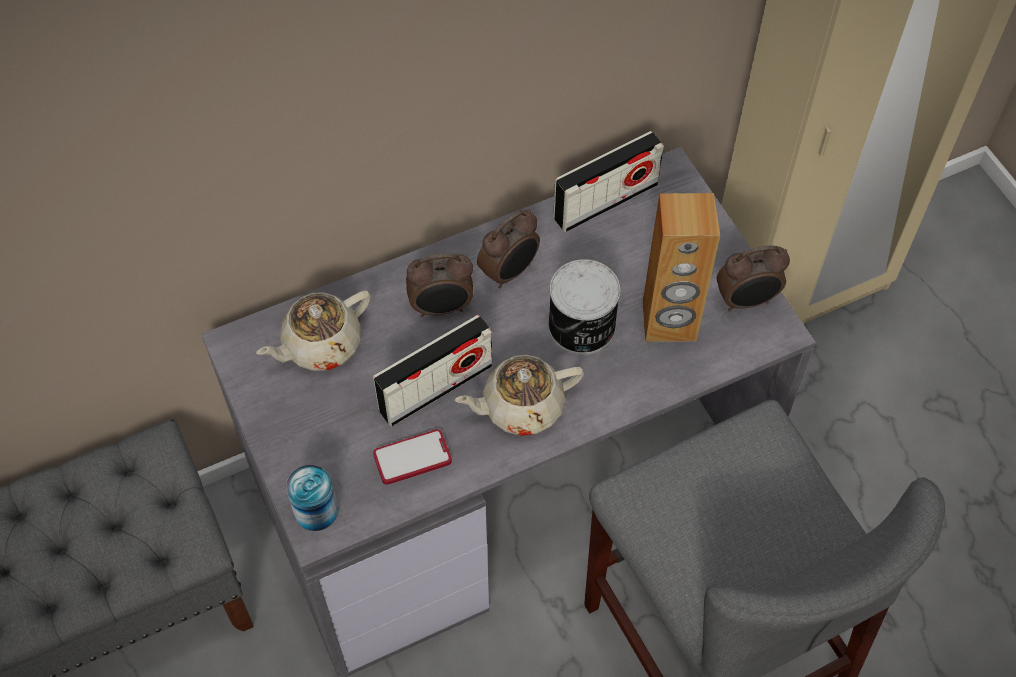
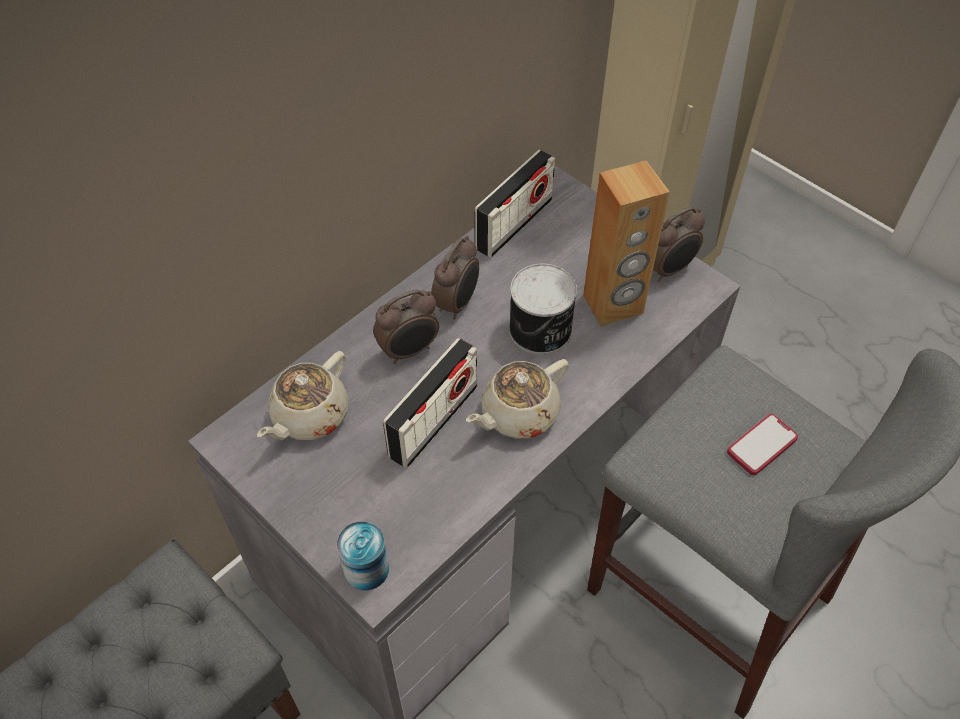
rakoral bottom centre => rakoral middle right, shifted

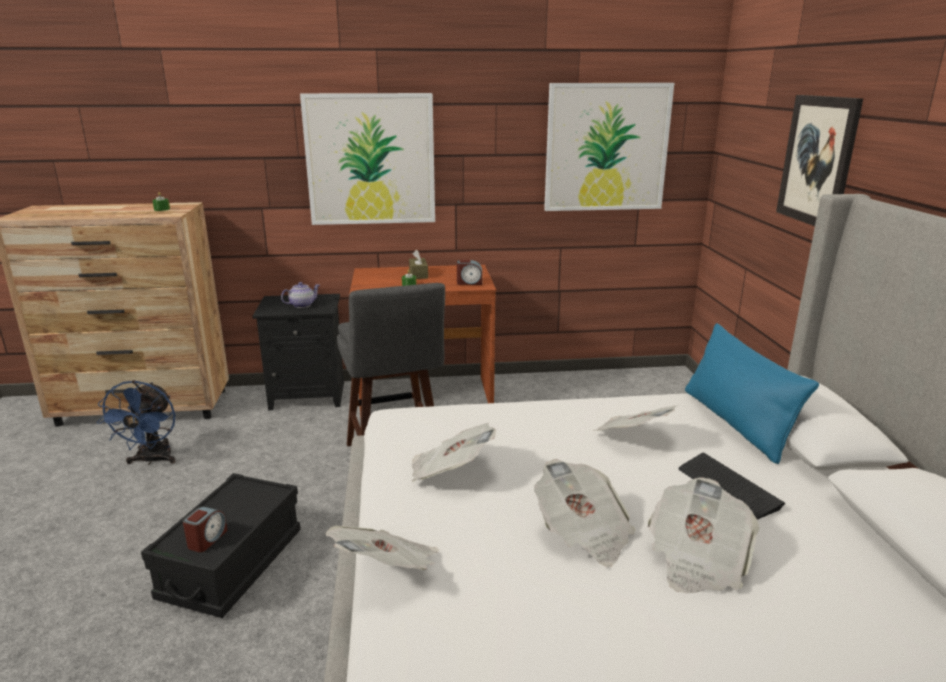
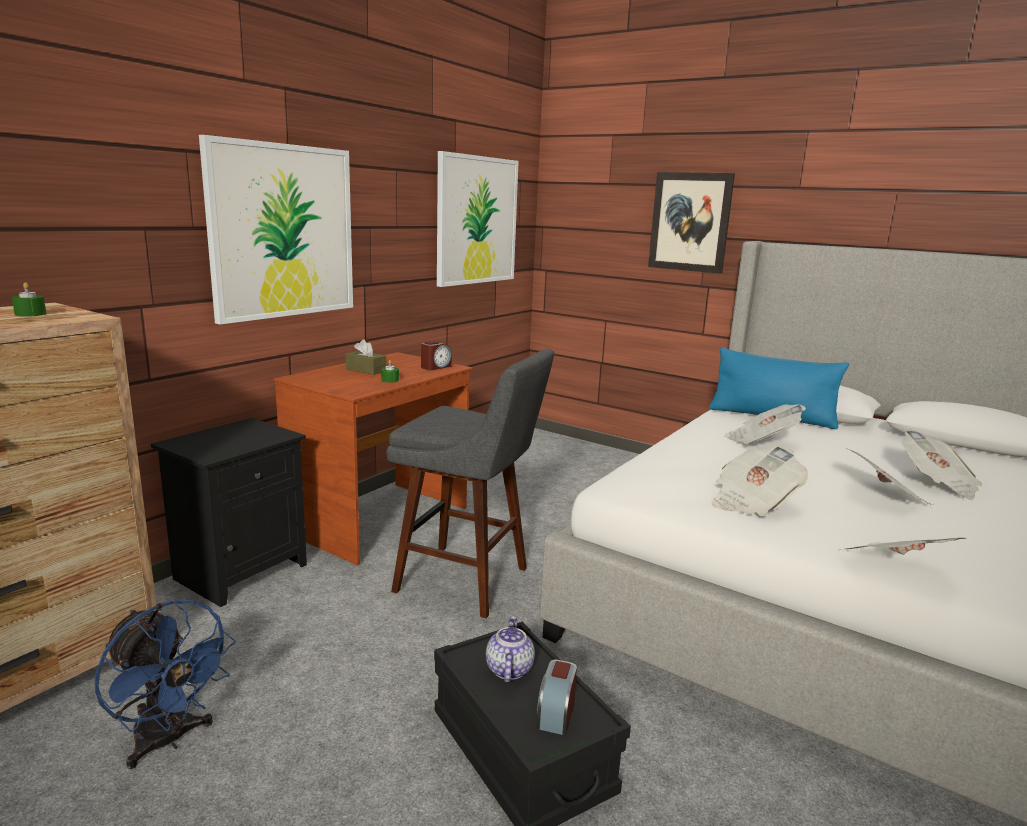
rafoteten middle left => rafoteten bottom centre, shifted
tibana bottom right => nothing
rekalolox (no. 1 from left in the first image) bottom left => rekalolox (no. 2 from left) bottom centre, 135 degrees counterclockwise

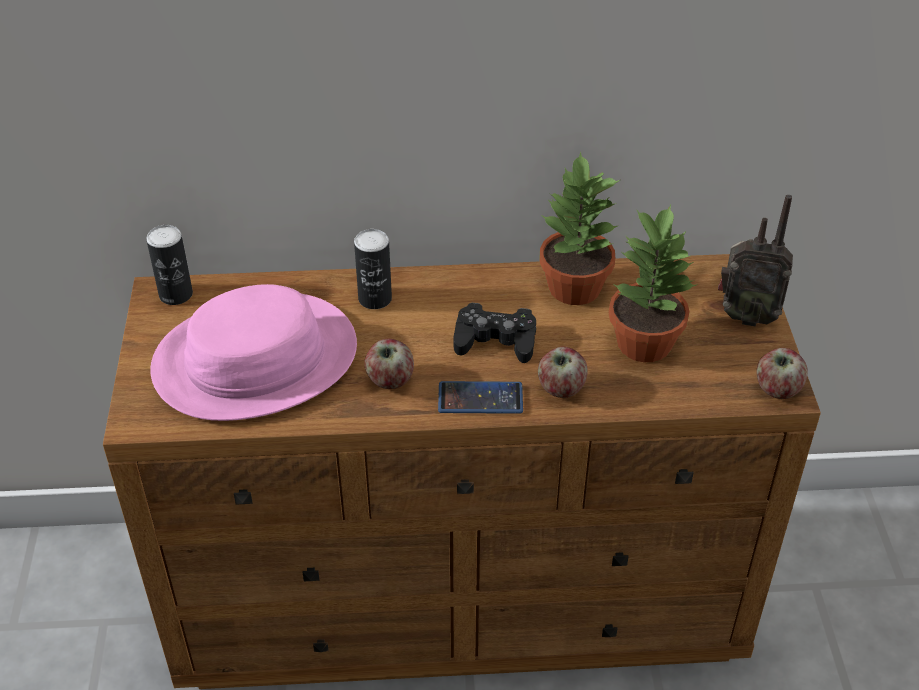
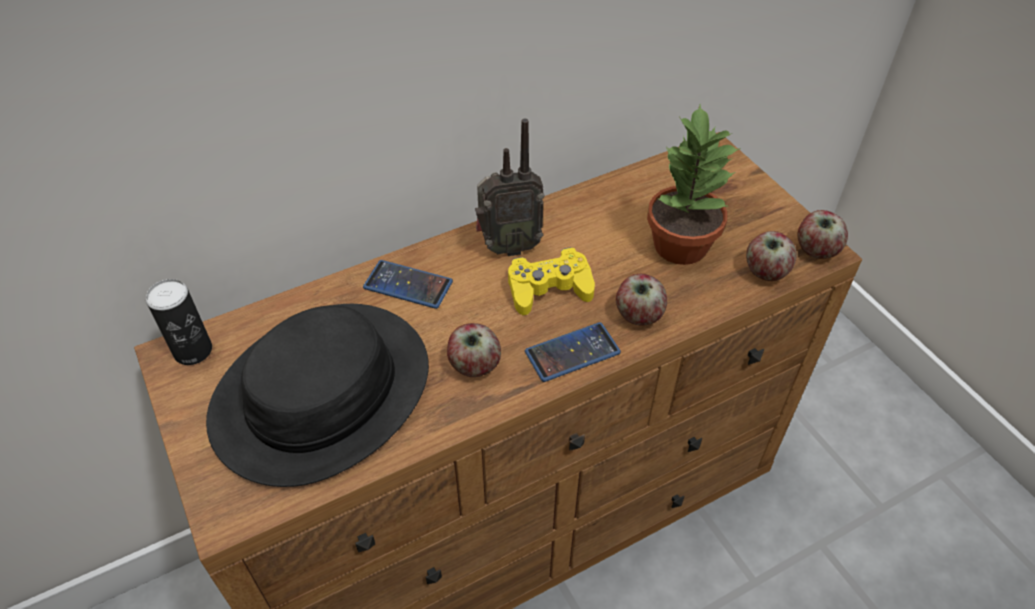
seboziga (no. 1 from left) top centre => nothing
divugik middle right => divugik top centre, shifted
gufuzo (no. 2 from left) centre => rakoral (no. 1 from left) centre
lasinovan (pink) middle left => lasinovan (black) middle left
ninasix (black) centre => ninasix (yellow) centre
nothing => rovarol (no. 3 from left) middle right

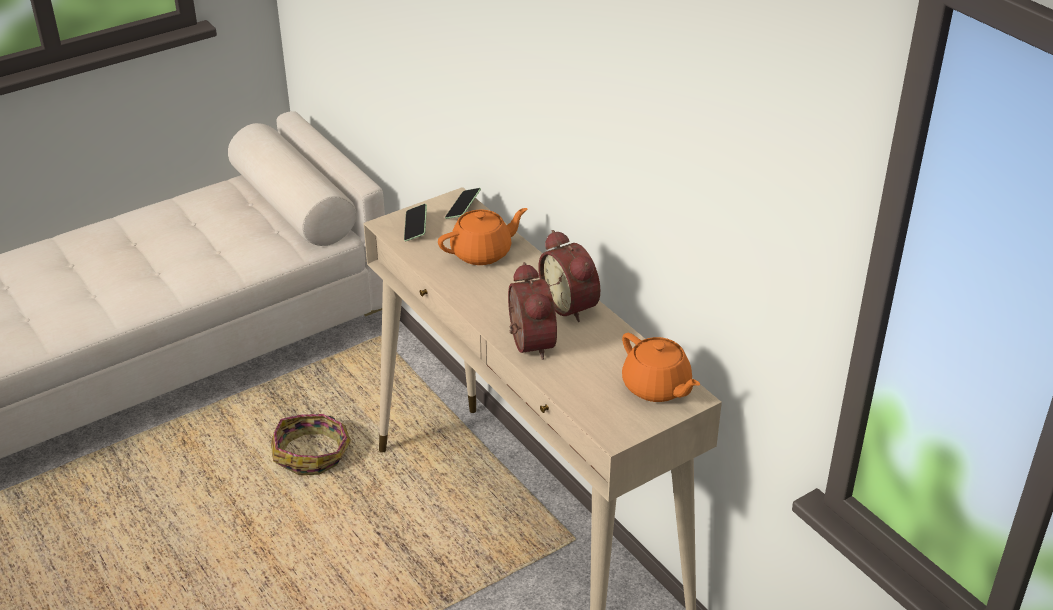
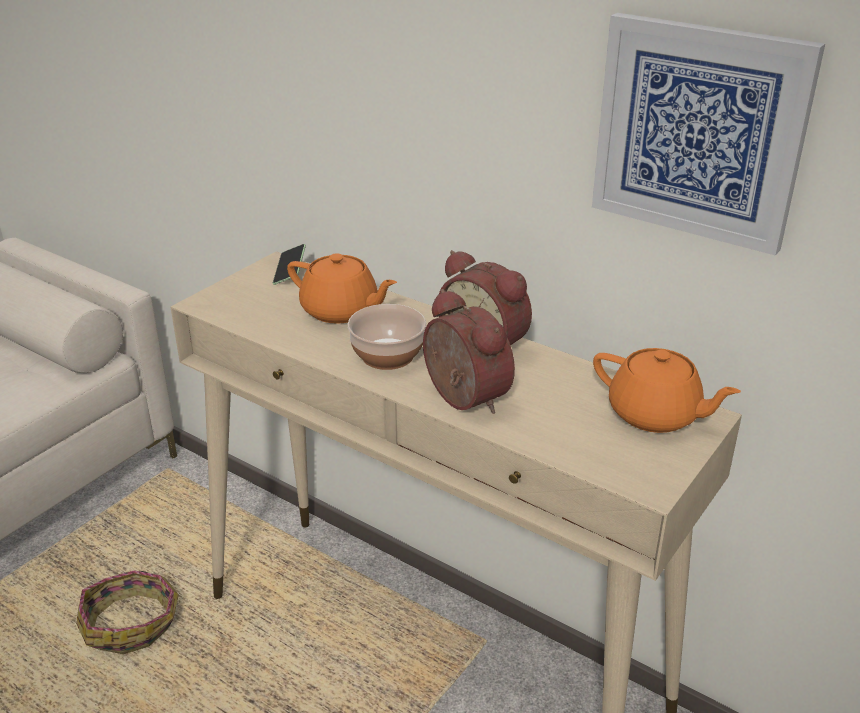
rakoral (no. 1 from left) centre => nothing
rafoteten (orange) (no. 1 from left) centre, 75 degrees clockwise
nothing => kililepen top right
nothing => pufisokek centre

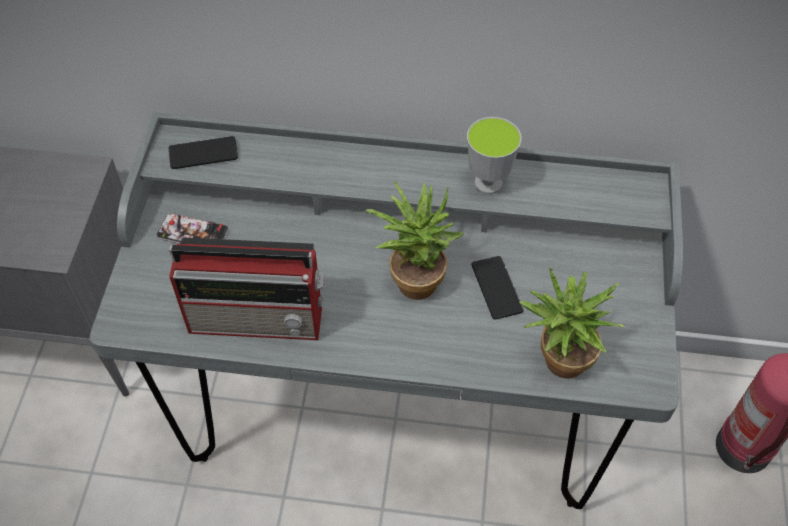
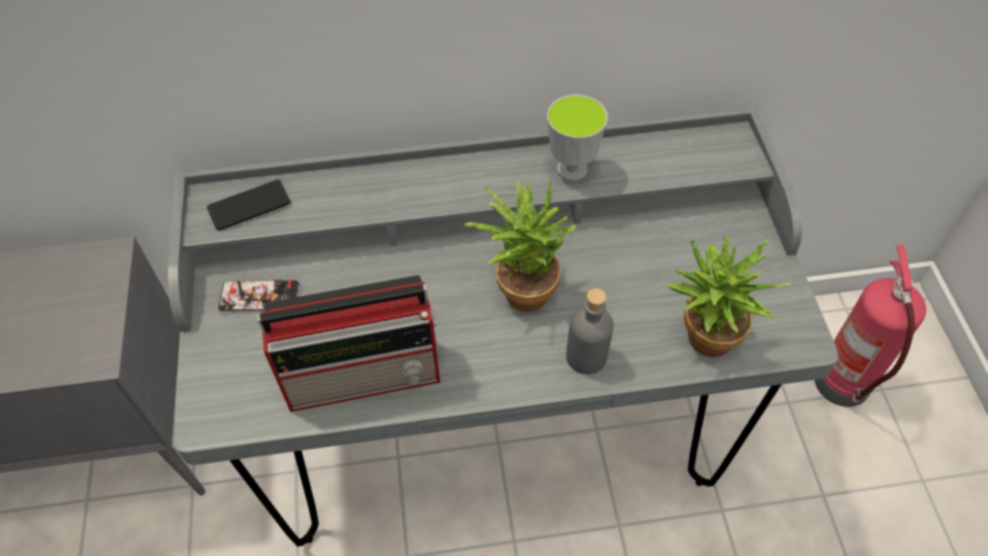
rakoral (no. 3 from left) centre => nothing
nothing => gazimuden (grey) centre

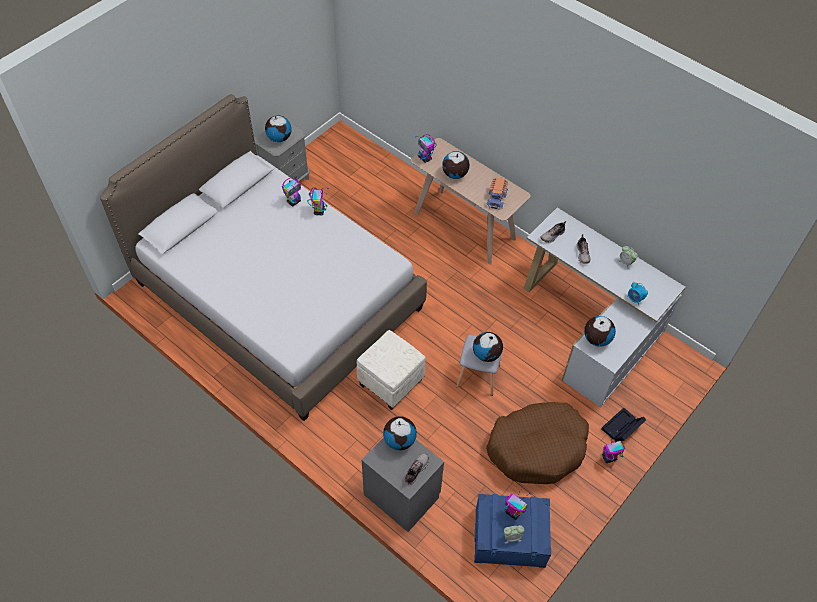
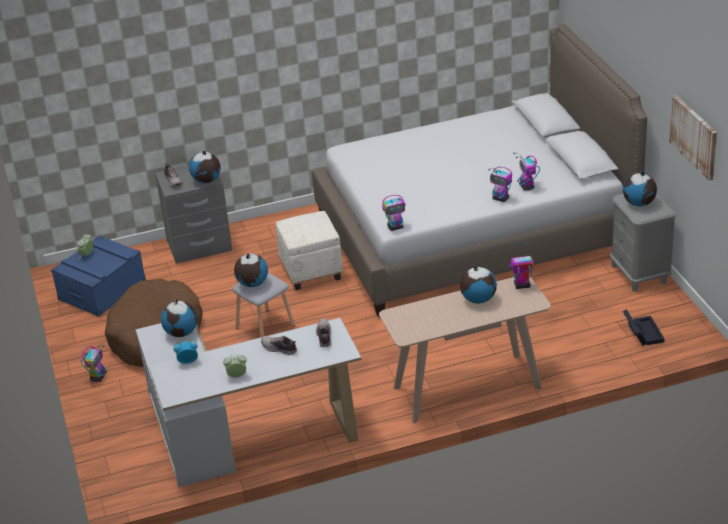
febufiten top centre => nothing
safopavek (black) bottom right => safopavek (black) middle right, shifted
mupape (no. 4 from left in the first image) bottom centre => mupape (no. 2 from left) centre, shifted
nothing => kililepen top right

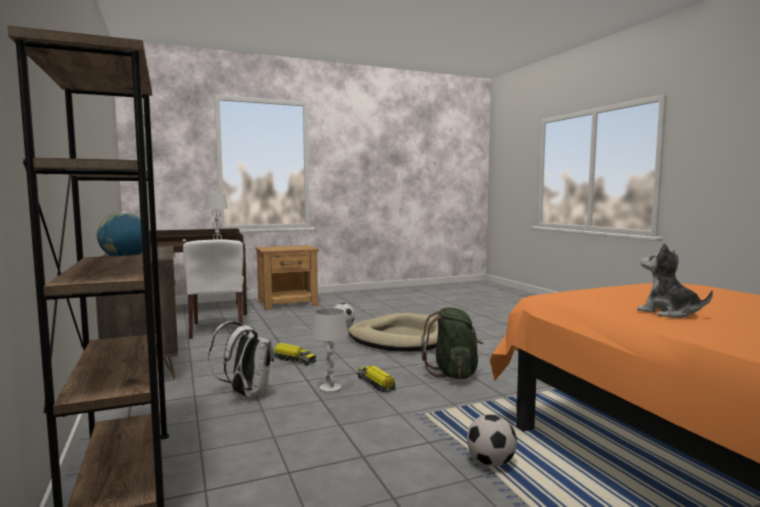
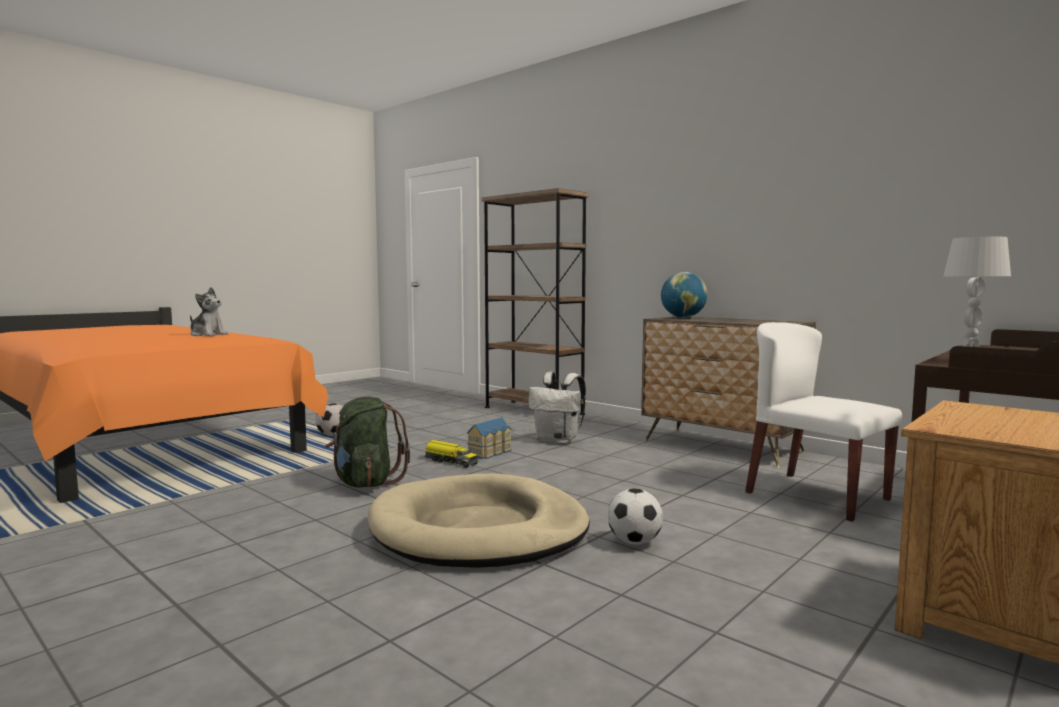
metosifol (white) (no. 2 from left) bottom centre => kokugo centre
febufiten (no. 1 from left) bottom centre => nothing

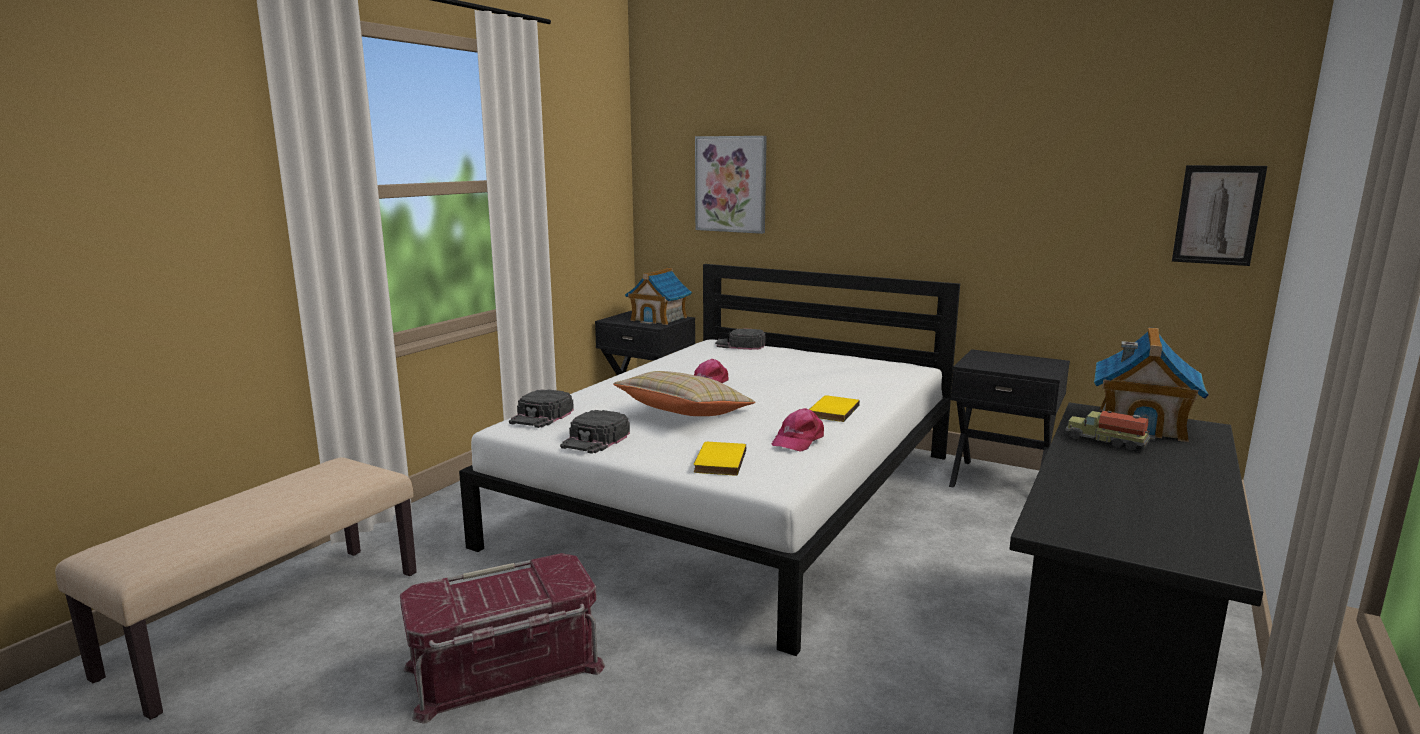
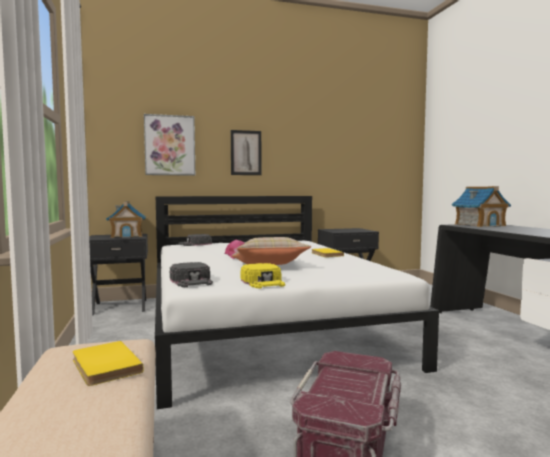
kililepen (no. 2 from left) top right => kililepen (no. 2 from left) top centre, shifted
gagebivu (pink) (no. 2 from left) centre => nothing
gagebivu (black) (no. 2 from left) centre => gagebivu (yellow) centre
febufiten middle right => nothing
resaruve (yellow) (no. 1 from left) centre => resaruve (yellow) (no. 1 from left) bottom left, shifted

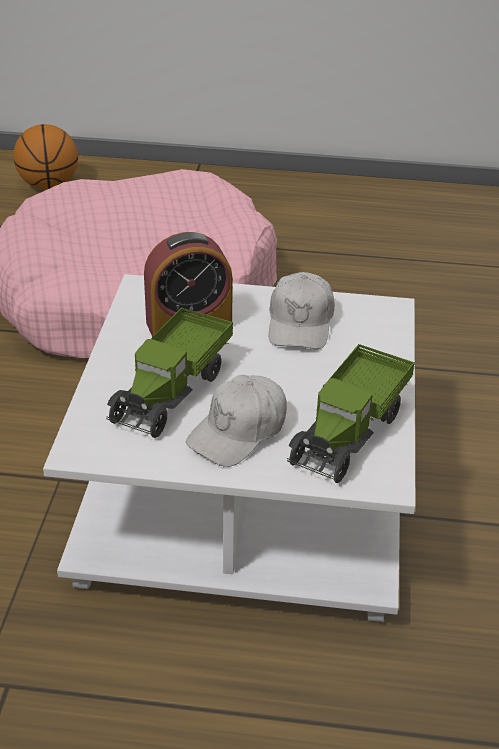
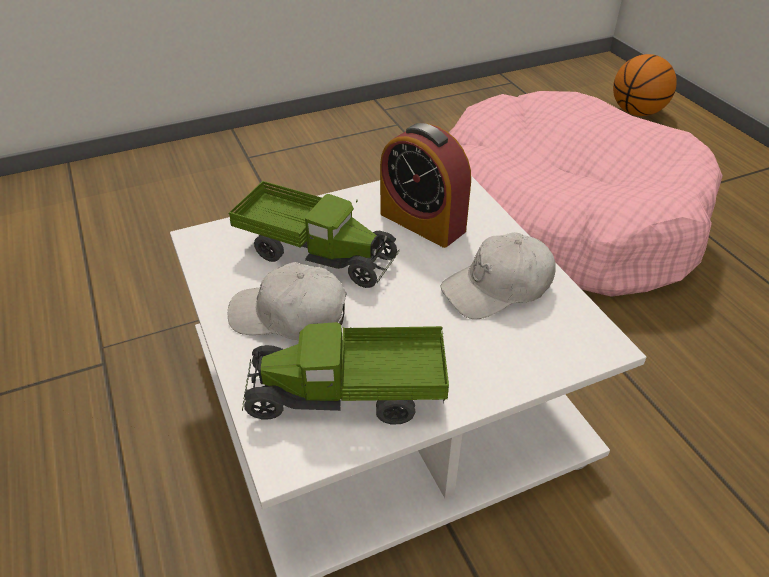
febufiten (no. 1 from left) centre, 150 degrees counterclockwise

